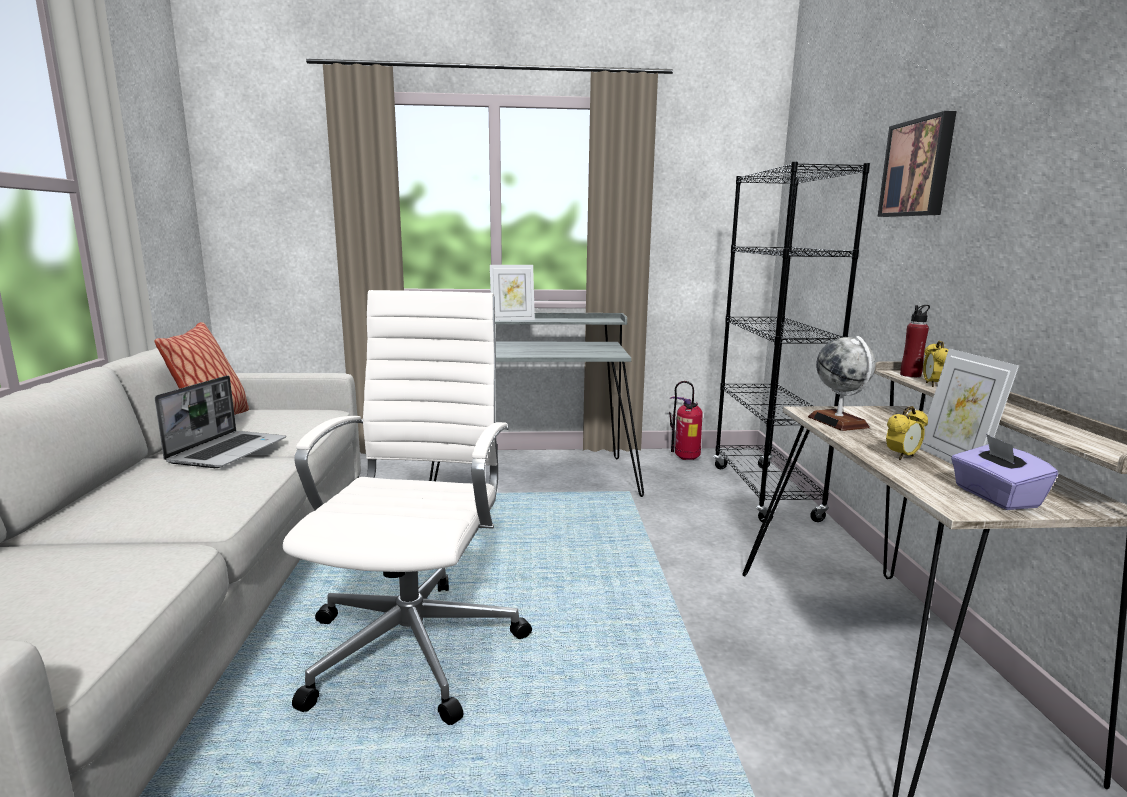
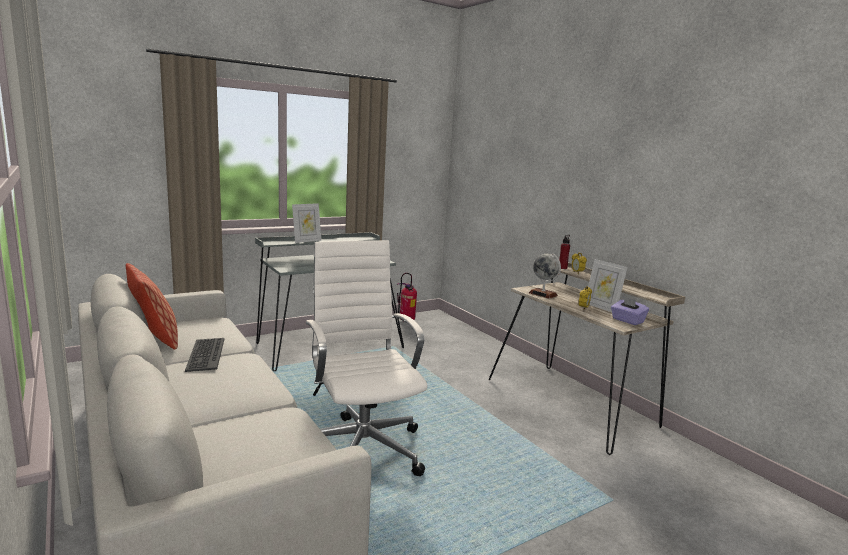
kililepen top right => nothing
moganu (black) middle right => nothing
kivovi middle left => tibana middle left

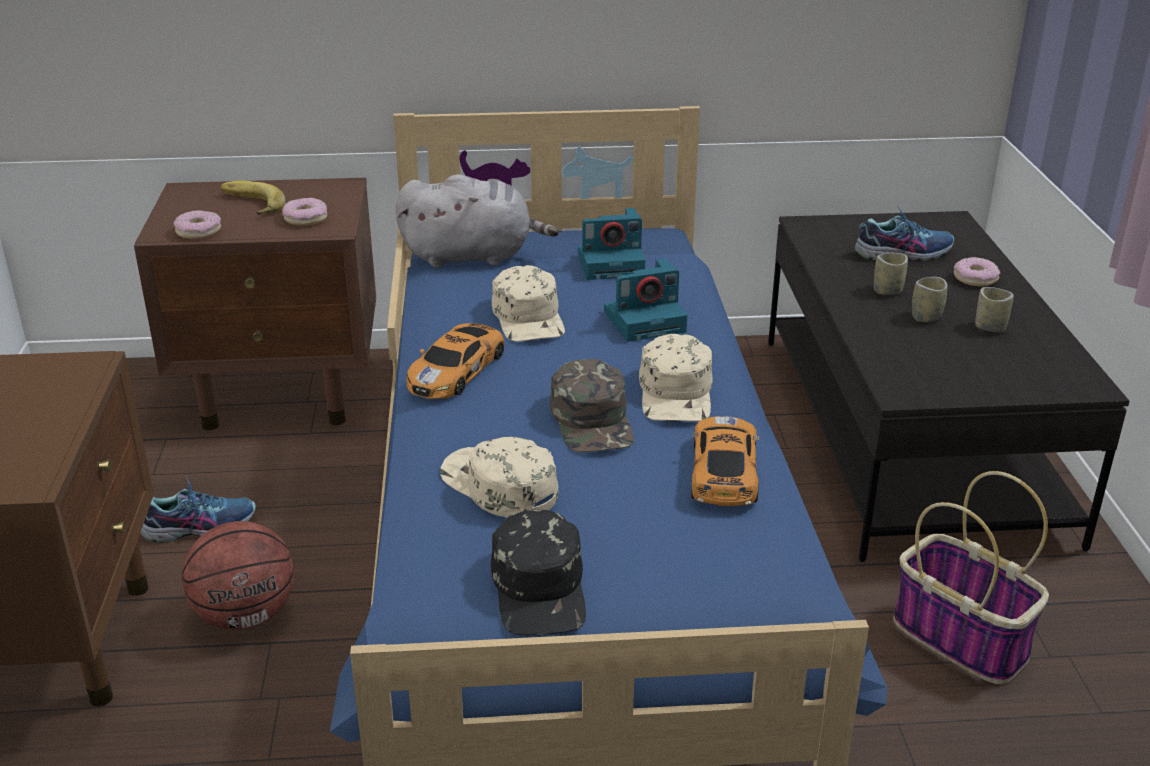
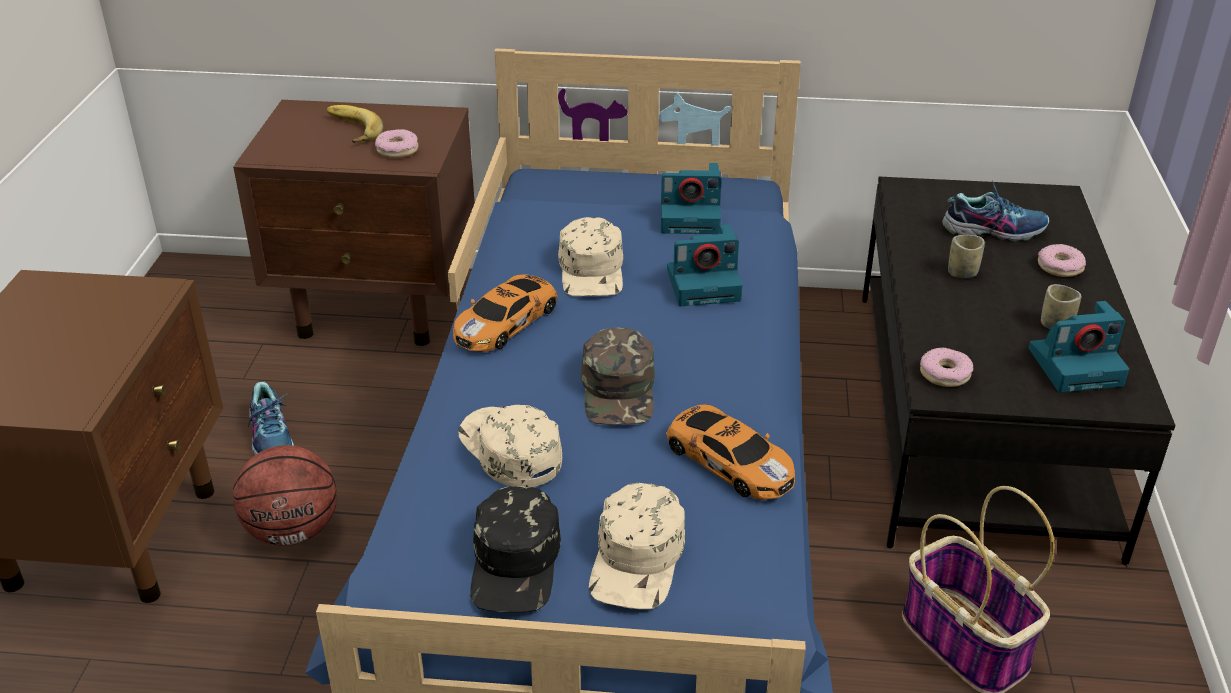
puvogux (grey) top centre => nothing
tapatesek (no. 1 from left in the first image) top left => tapatesek (no. 2 from left) middle right, shifted
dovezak (no. 2 from left) middle right => nothing
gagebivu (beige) (no. 3 from left) centre => gagebivu (beige) (no. 3 from left) bottom centre, shifted
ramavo (no. 2 from left) centre, 120 degrees clockwise
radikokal (no. 1 from left) middle left, 75 degrees clockwise
nothing => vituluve (no. 3 from left) middle right

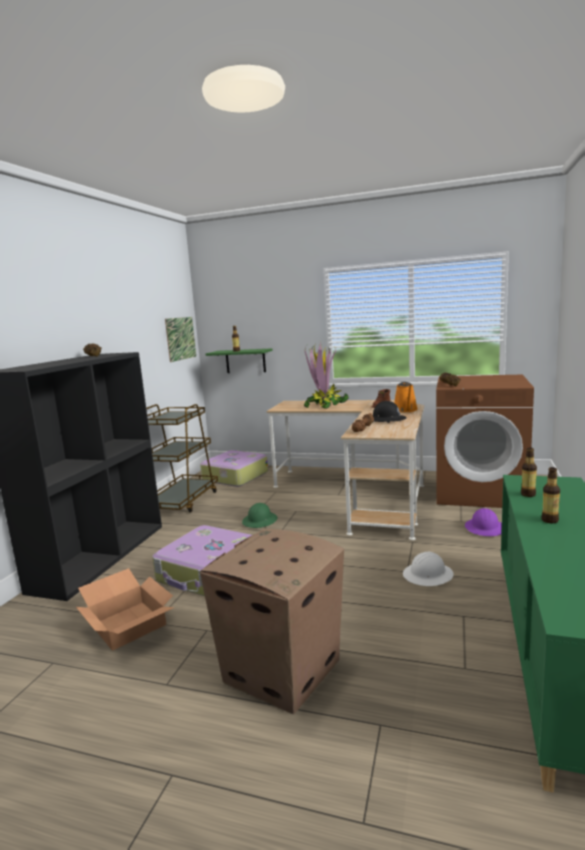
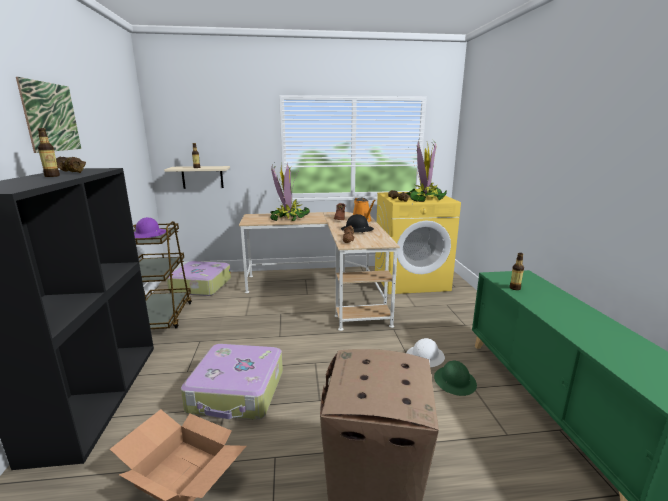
kililepen middle left => kililepen top left, shifted
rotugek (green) centre => rotugek (beige) middle left
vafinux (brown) middle right => vafinux (yellow) centre
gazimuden (no. 3 from left in the first image) middle right => gazimuden (no. 1 from left) top left, shifted
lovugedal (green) centre => lovugedal (green) bottom right, shifted
lovugedal (purple) middle right => lovugedal (purple) middle left, shifted
nothing => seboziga (no. 2 from left) centre

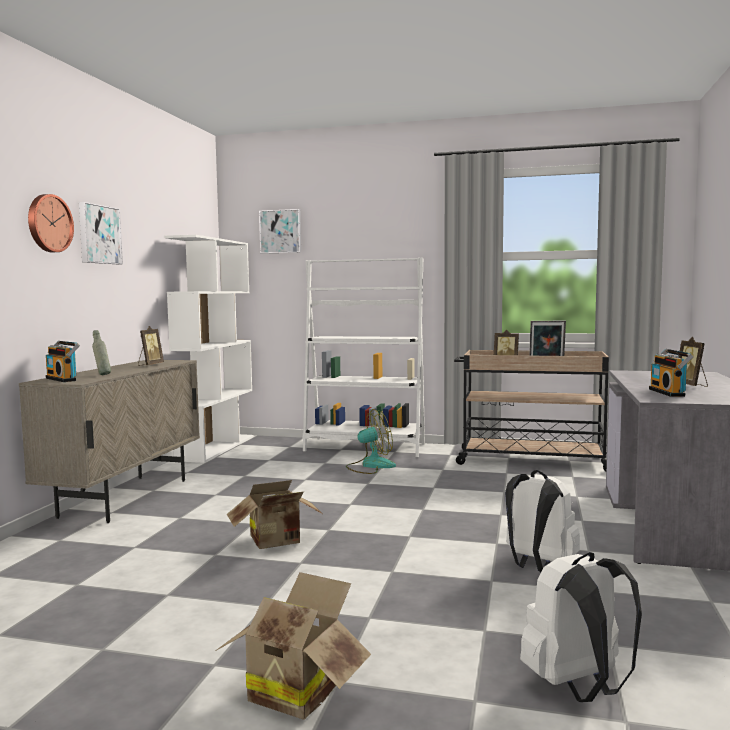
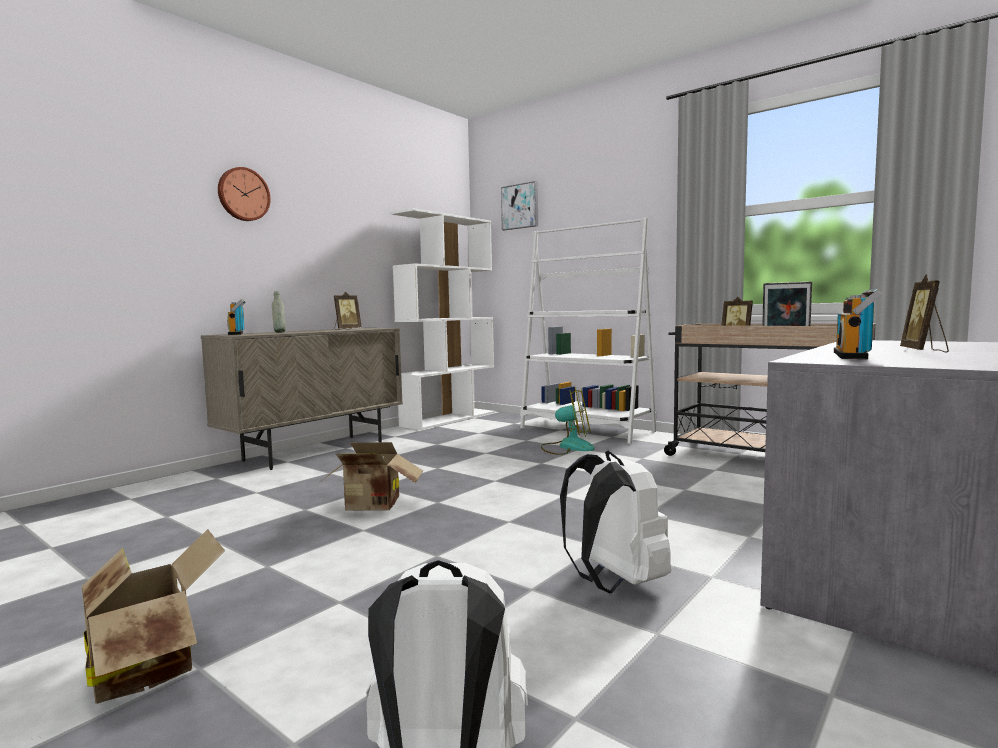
kililepen (no. 1 from left) top left => nothing

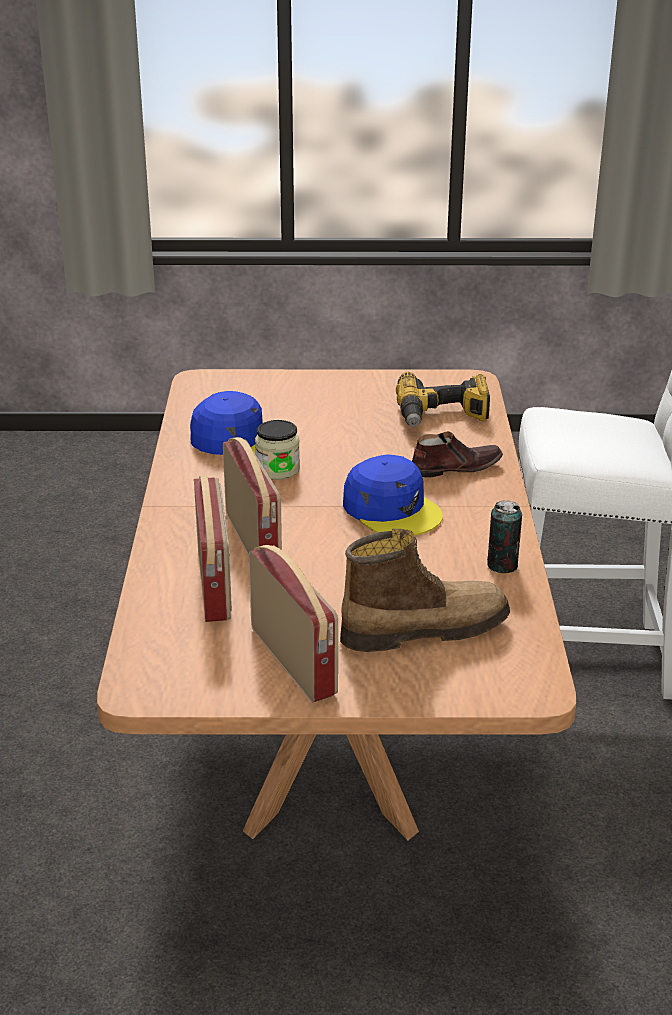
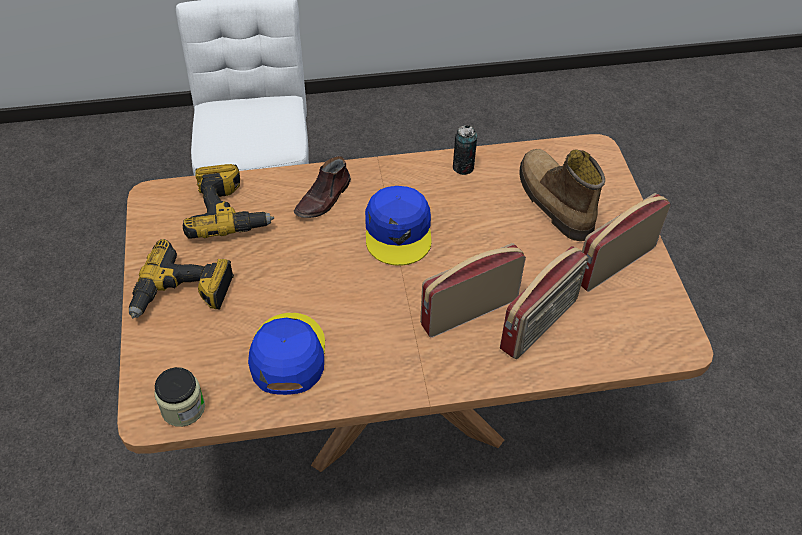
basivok centre => basivok bottom left, shifted
radikokal (brown) middle right => radikokal (brown) centre, 120 degrees counterclockwise
gagebivu (blue) (no. 2 from left) centre, 135 degrees clockwise
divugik (no. 1 from left in the first image) middle left => divugik (no. 2 from left) middle right, 150 degrees clockwise
nothing => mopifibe (no. 1 from left) middle left

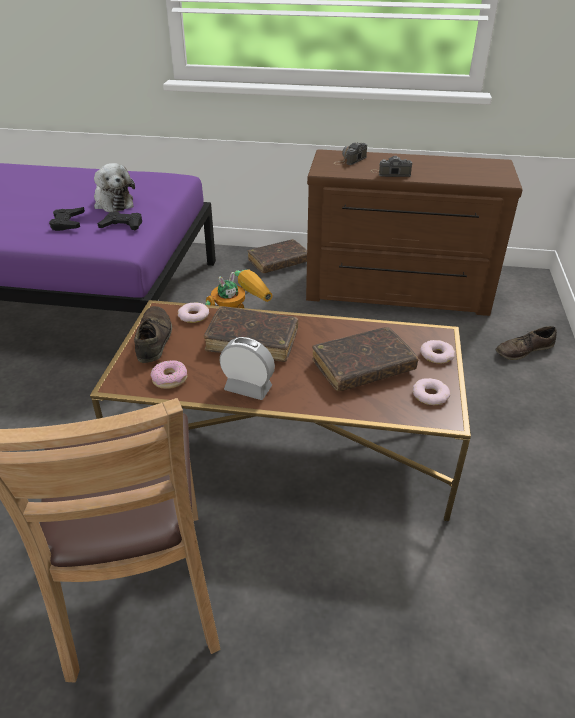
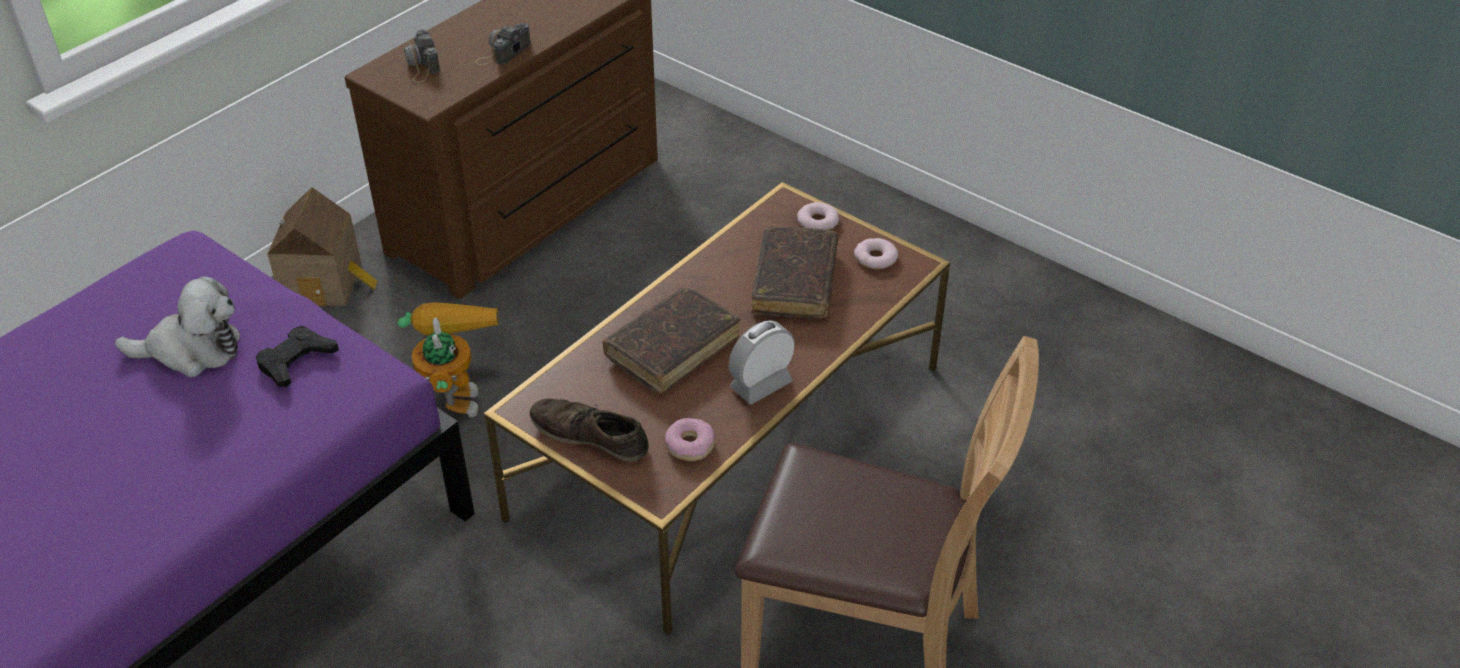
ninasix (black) (no. 1 from left) top left => nothing
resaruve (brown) (no. 2 from left) centre => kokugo middle left
tapatesek (no. 2 from left) centre => nothing
radikokal (brown) (no. 2 from left) middle right => nothing

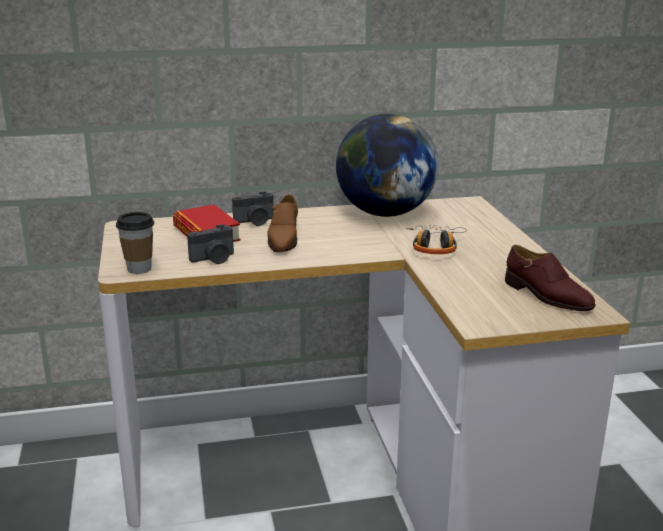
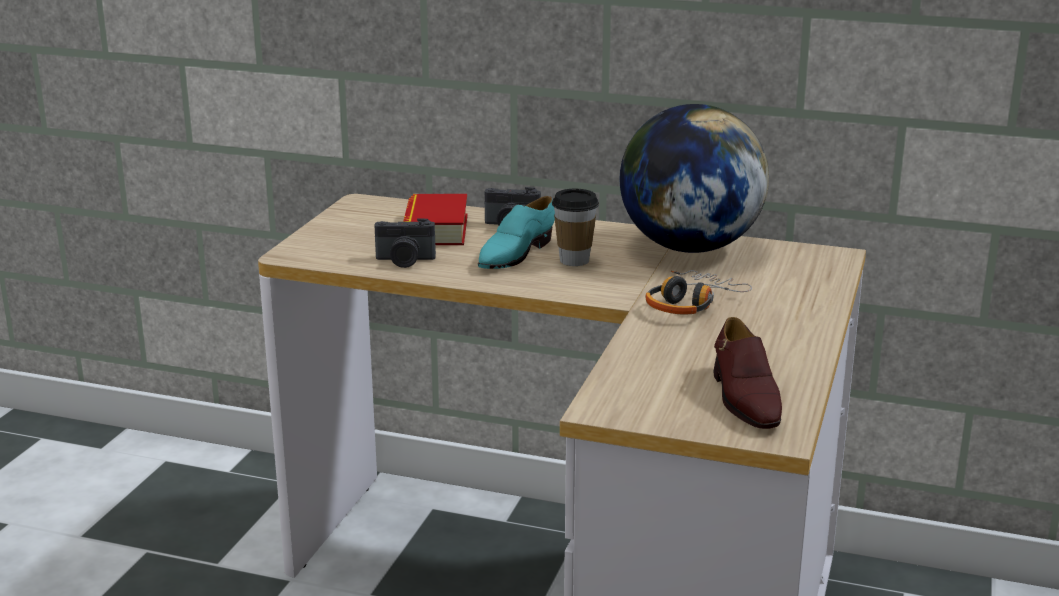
radikokal (brown) (no. 1 from left) centre => radikokal (turquoise) centre
dovezak middle left => dovezak centre, shifted

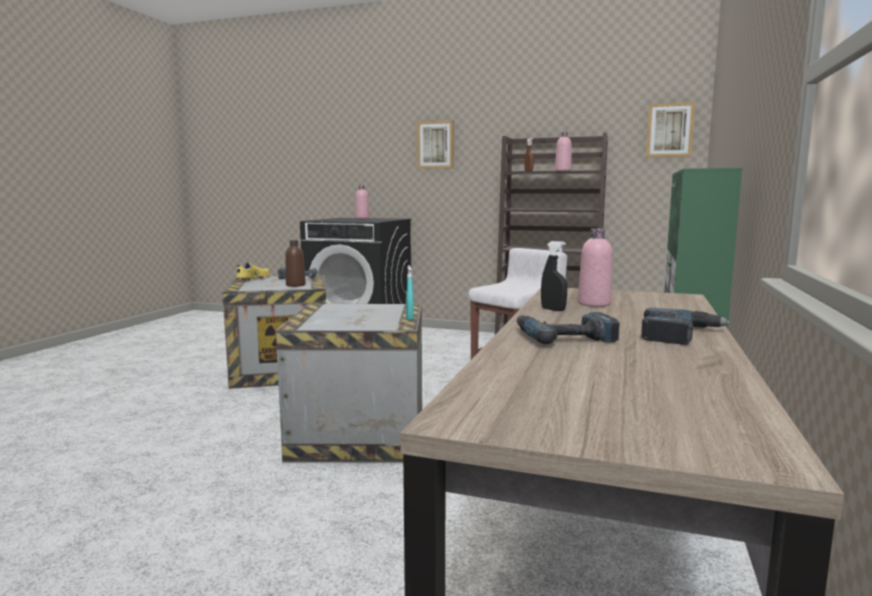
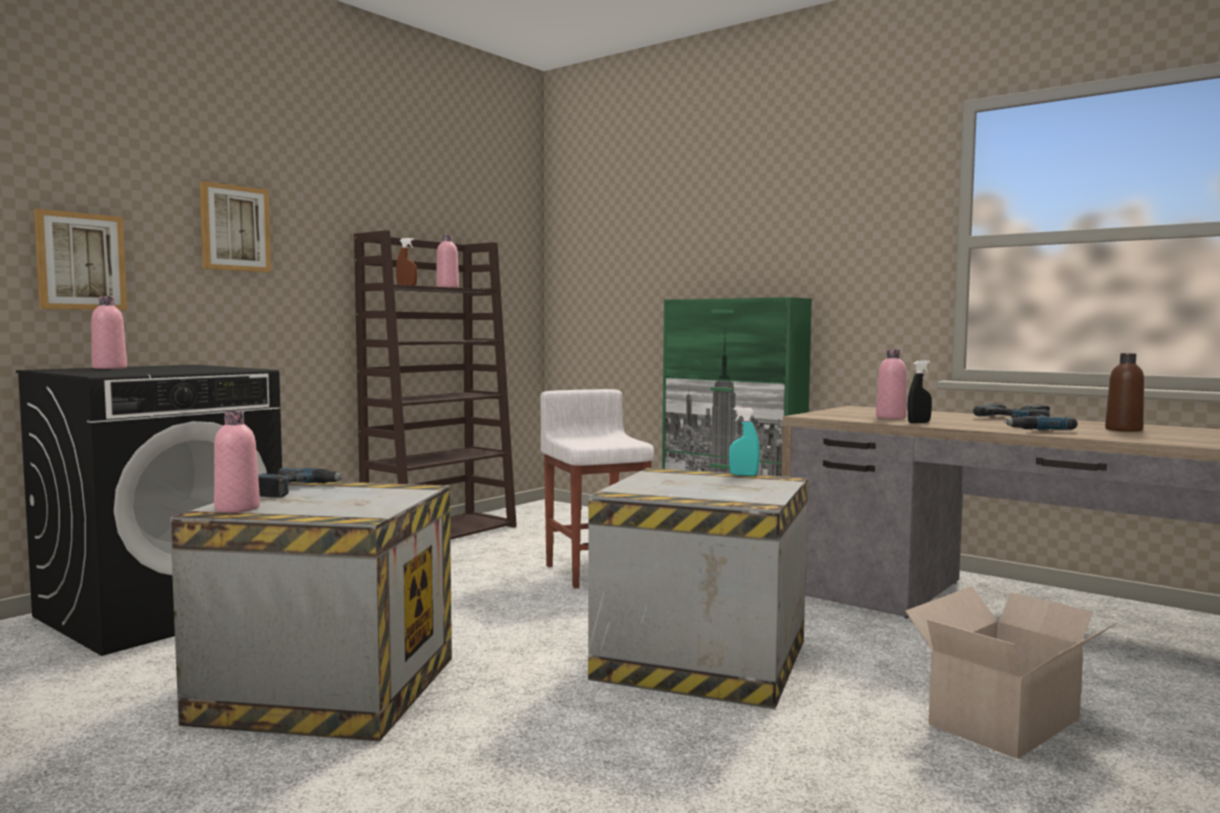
kililepen (no. 2 from left in the first image) top right => kililepen (no. 1 from left) top left, shifted
gazimuden (brown) centre => gazimuden (brown) middle right, shifted
radikokal (yellow) middle left => gazimuden (pink) (no. 2 from left) middle left
nothing => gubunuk bottom right

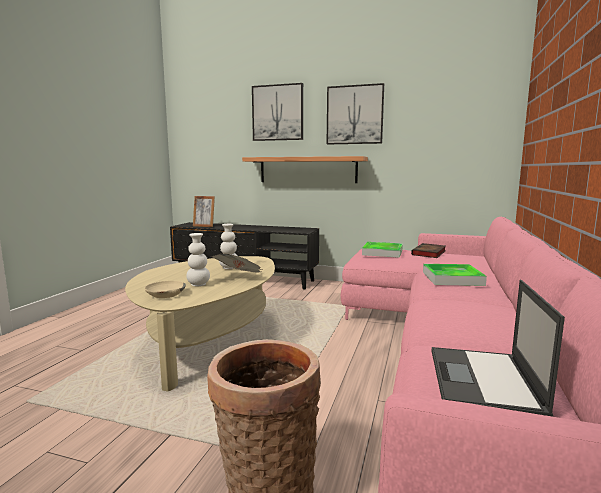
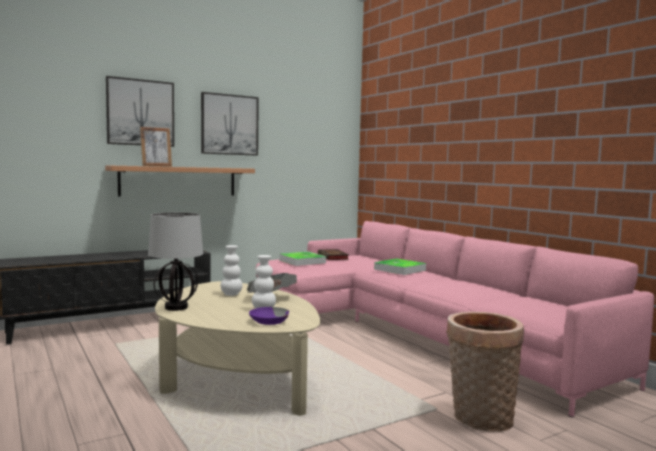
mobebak centre => mobebak top left, shifted
kivovi bottom right => nothing
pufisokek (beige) middle left => pufisokek (purple) bottom centre
nothing => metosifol middle left

